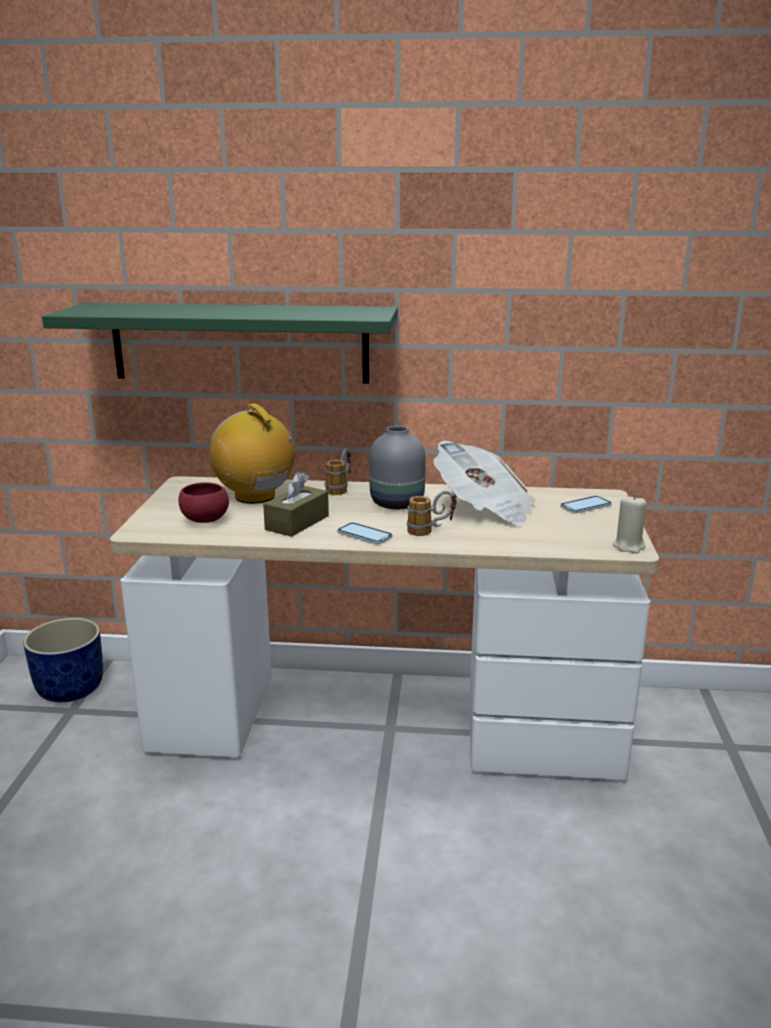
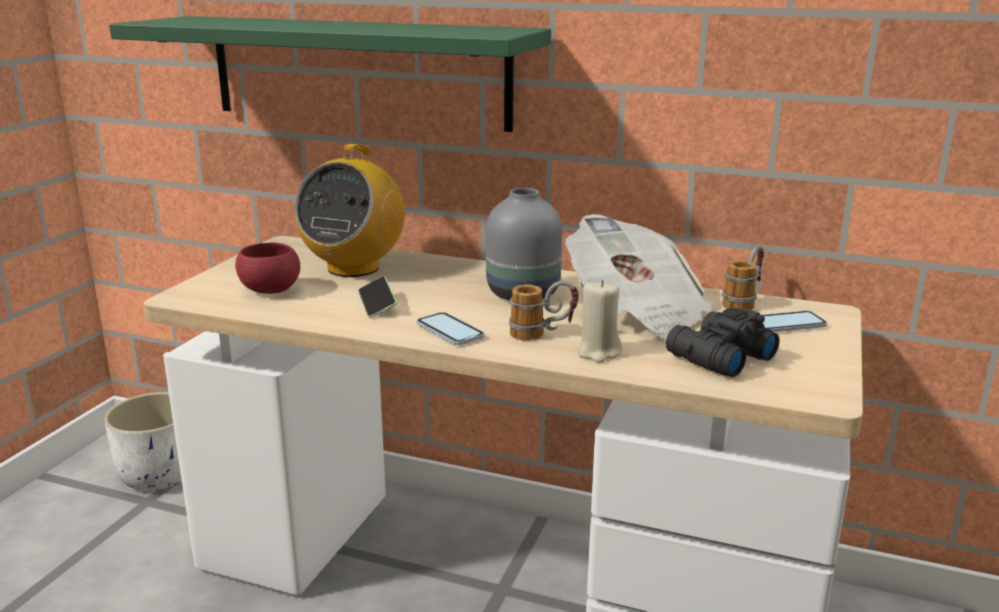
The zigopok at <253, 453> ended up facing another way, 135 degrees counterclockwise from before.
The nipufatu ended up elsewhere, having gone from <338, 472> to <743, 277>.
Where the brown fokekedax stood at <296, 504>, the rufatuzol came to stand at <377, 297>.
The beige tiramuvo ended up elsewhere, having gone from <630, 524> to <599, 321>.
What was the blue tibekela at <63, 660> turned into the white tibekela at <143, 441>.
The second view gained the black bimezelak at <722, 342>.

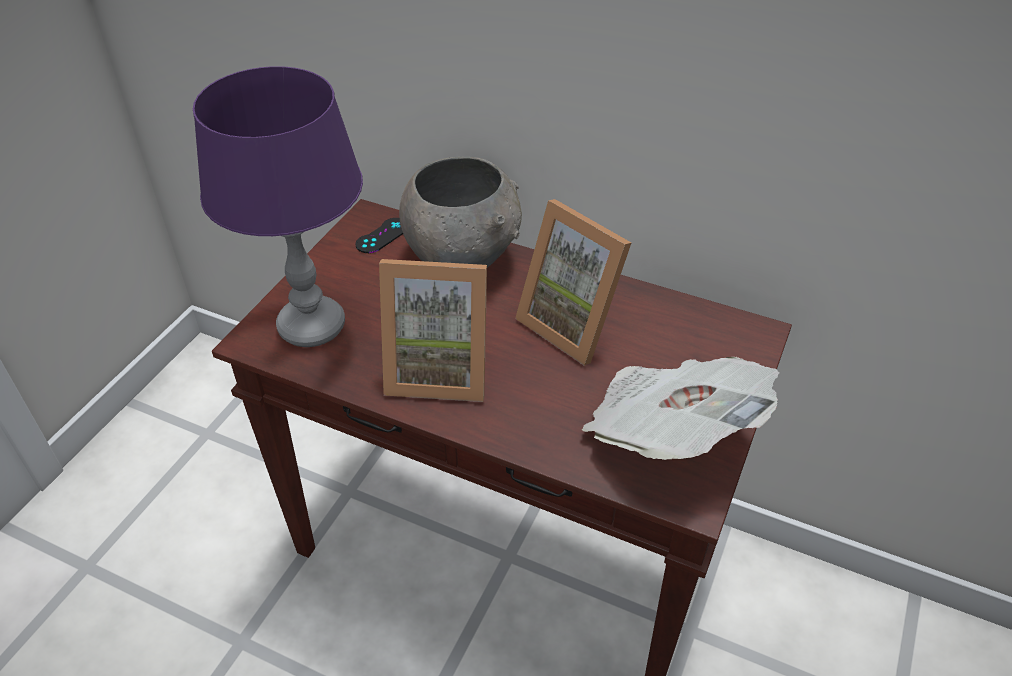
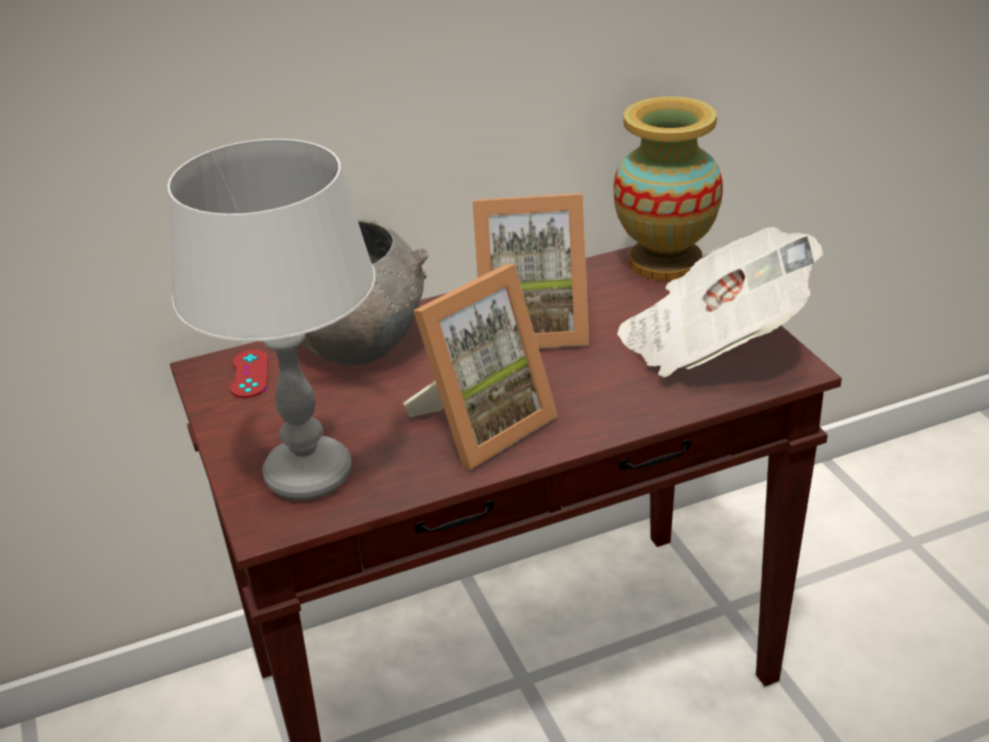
What was the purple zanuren at <278, 206> turned into the grey zanuren at <271, 319>.
What was the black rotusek at <379, 235> turned into the red rotusek at <249, 374>.
The second view gained the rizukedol at <668, 188>.

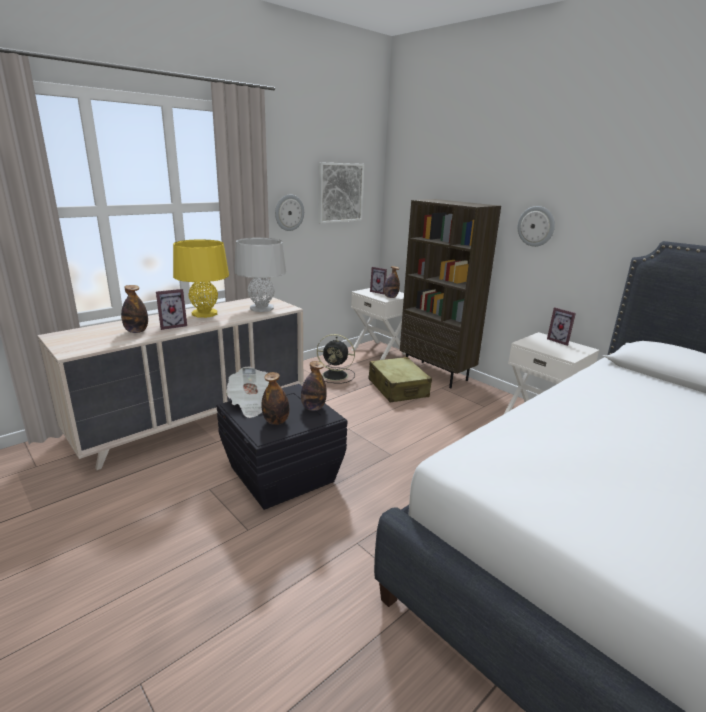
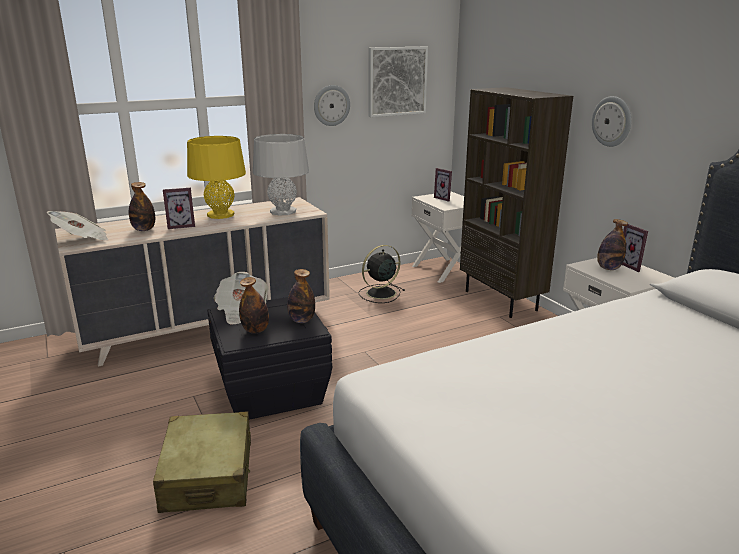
The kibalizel ended up elsewhere, having gone from <392, 282> to <612, 244>.
The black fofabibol at <336, 358> ended up facing another way, 120 degrees clockwise from before.
The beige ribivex ended up elsewhere, having gone from <400, 379> to <202, 462>.
The second view gained the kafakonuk at <77, 226>.

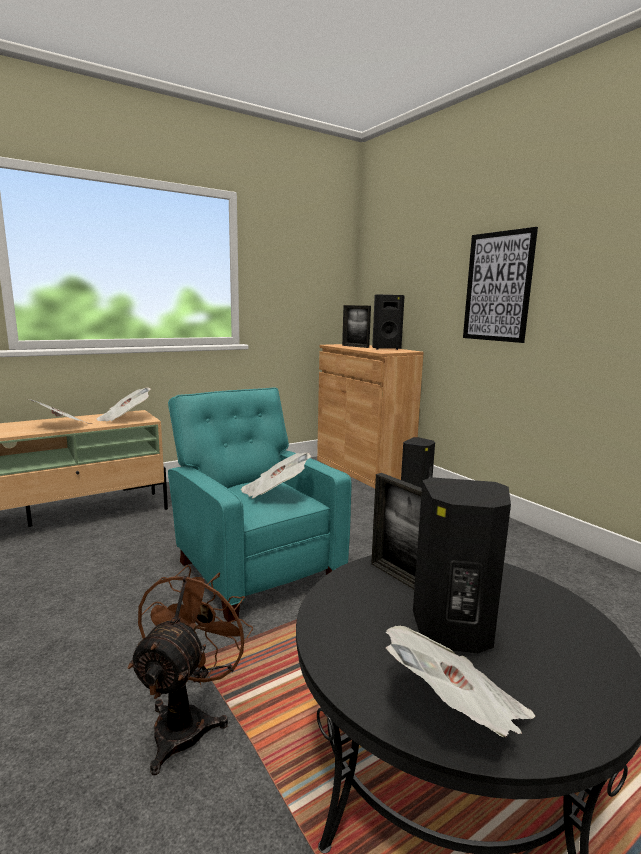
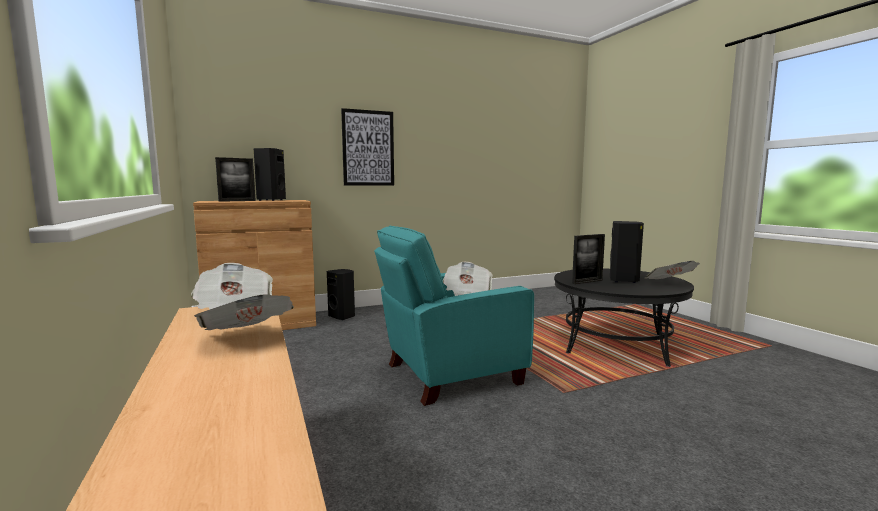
The second view lost the brown fofabibol at <190, 670>.

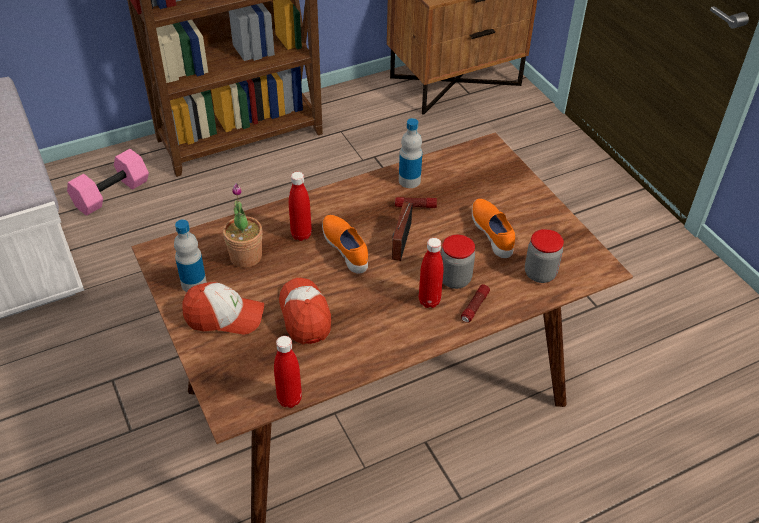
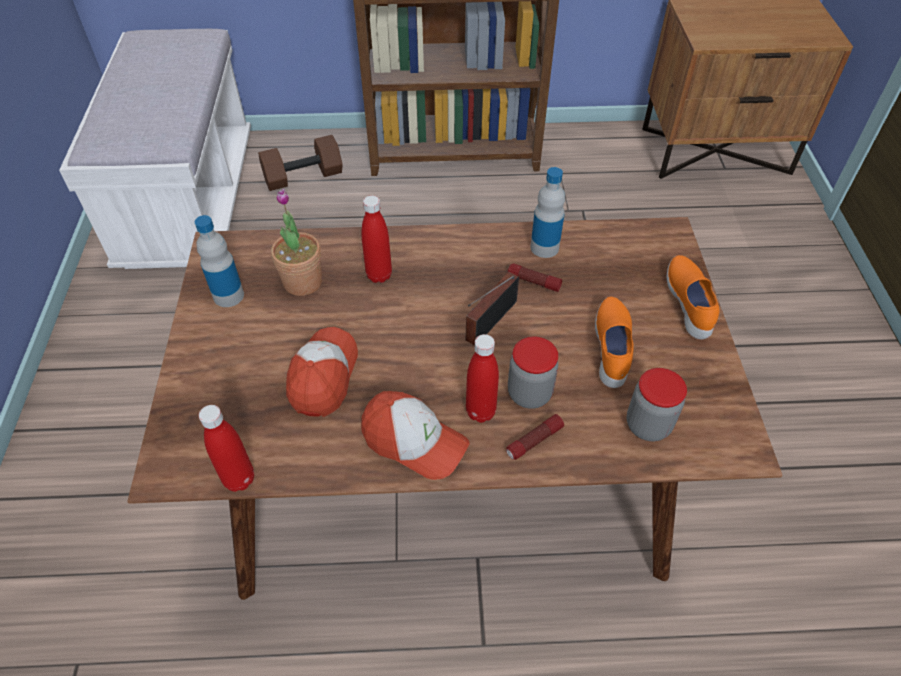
What was the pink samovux at <108, 182> turned into the brown samovux at <300, 163>.
The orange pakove ended up elsewhere, having gone from <345, 244> to <693, 297>.
The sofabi ended up elsewhere, having gone from <223, 308> to <415, 435>.

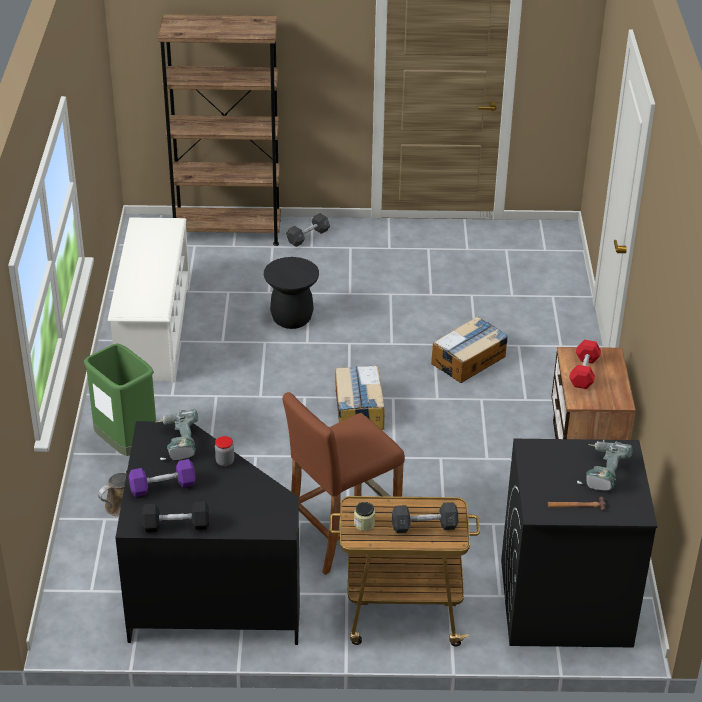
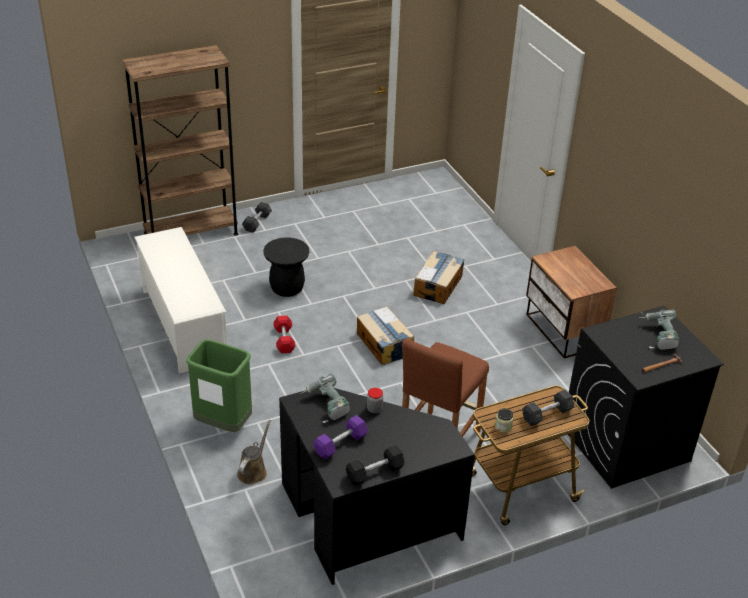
The red samovux ended up elsewhere, having gone from <585, 364> to <284, 334>.

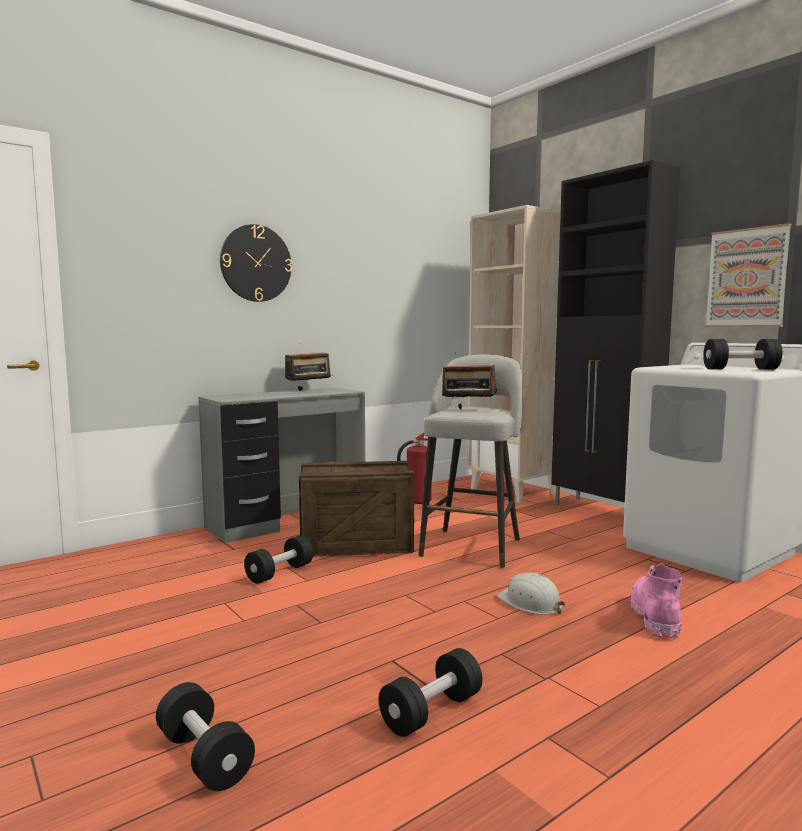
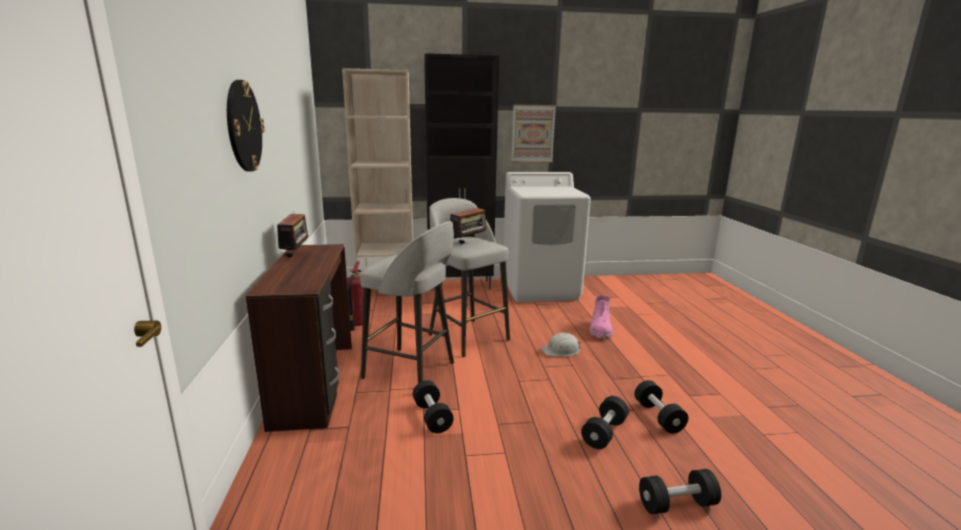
The black samovux ended up elsewhere, having gone from <743, 354> to <605, 422>.
What was the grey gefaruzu at <281, 465> turned into the brown gefaruzu at <299, 338>.
Where the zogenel stood at <356, 509>, the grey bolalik came to stand at <407, 302>.
The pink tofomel at <656, 600> ended up facing another way, 120 degrees counterclockwise from before.

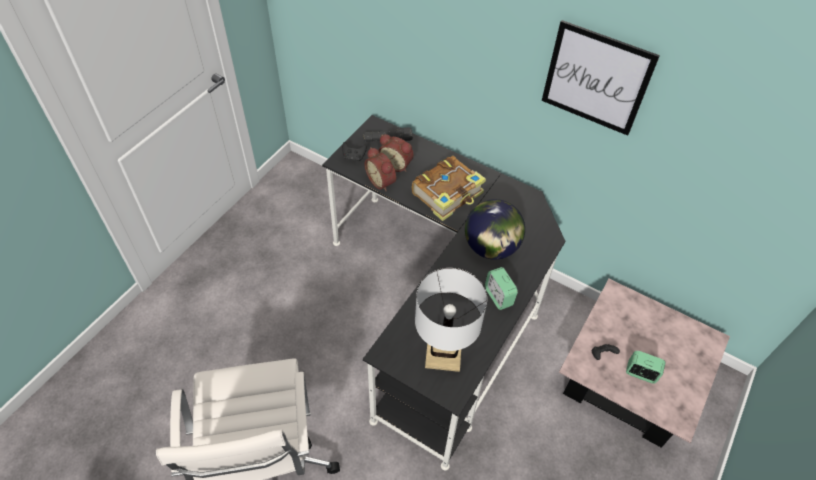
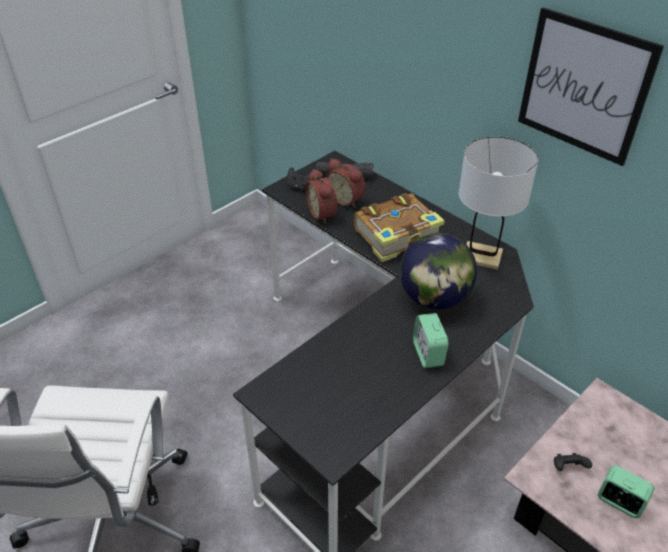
The white zanuren ended up elsewhere, having gone from <451, 320> to <498, 203>.

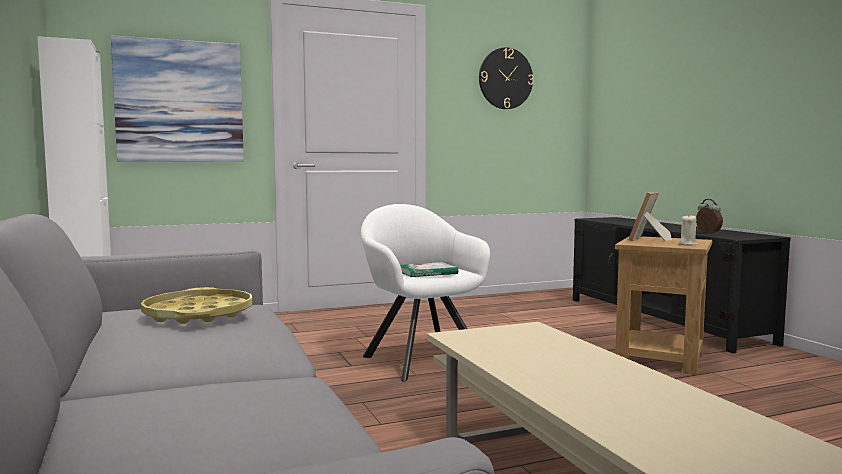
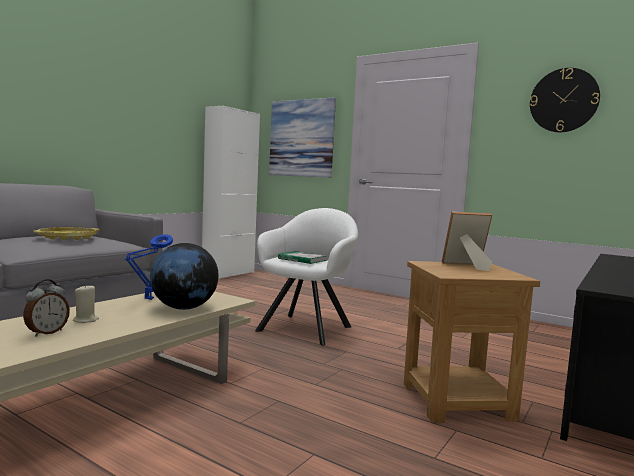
The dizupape ended up elsewhere, having gone from <709, 216> to <46, 308>.
The beige tiramuvo ended up elsewhere, having gone from <687, 230> to <86, 303>.
The second view gained the blue zanuren at <149, 267>.
The second view gained the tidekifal at <184, 276>.

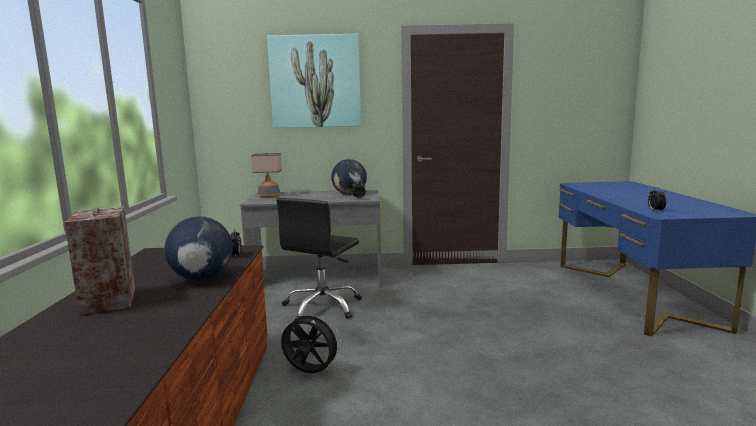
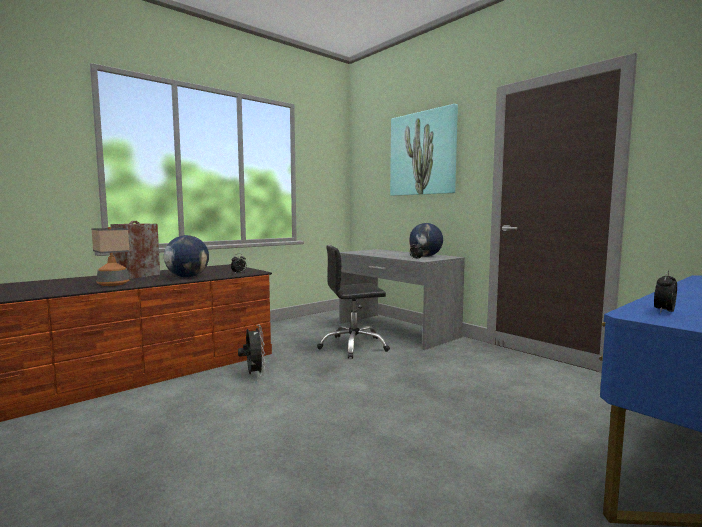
The zanuren ended up elsewhere, having gone from <266, 175> to <110, 256>.

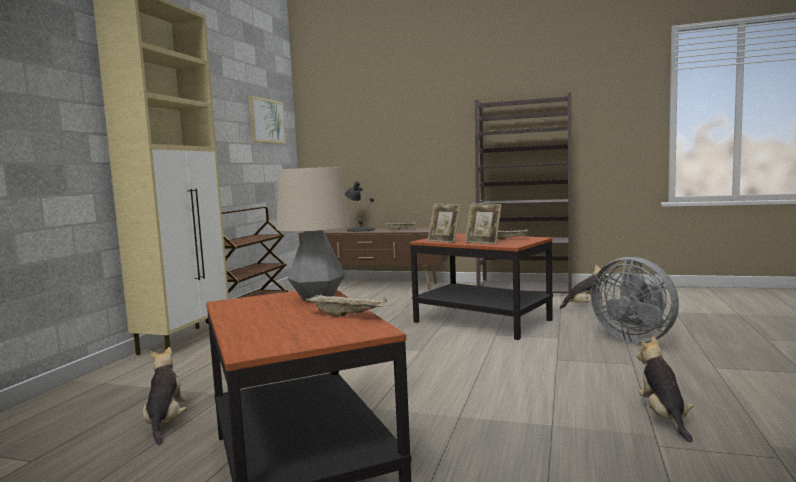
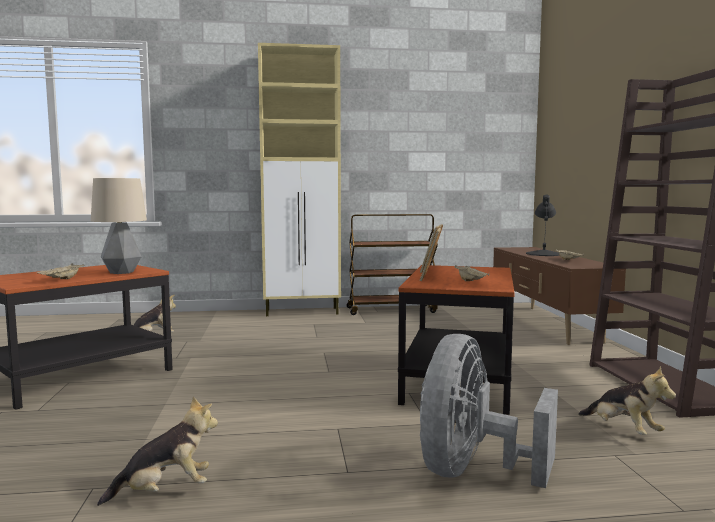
The second view lost the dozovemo at <267, 120>.

